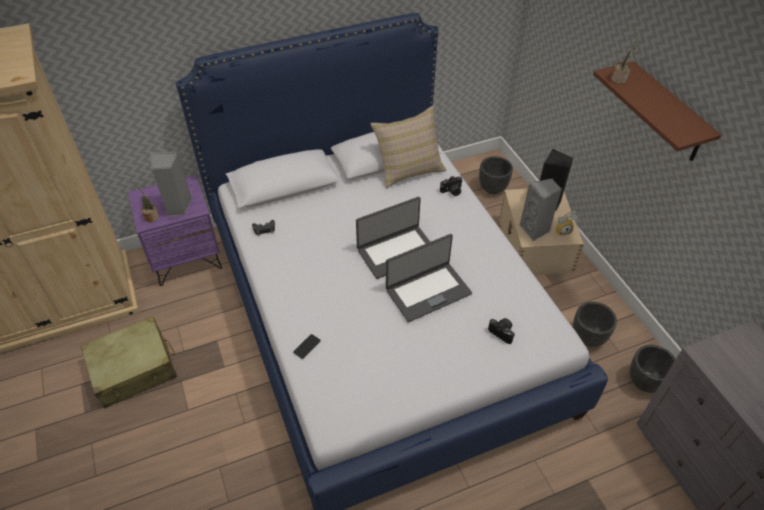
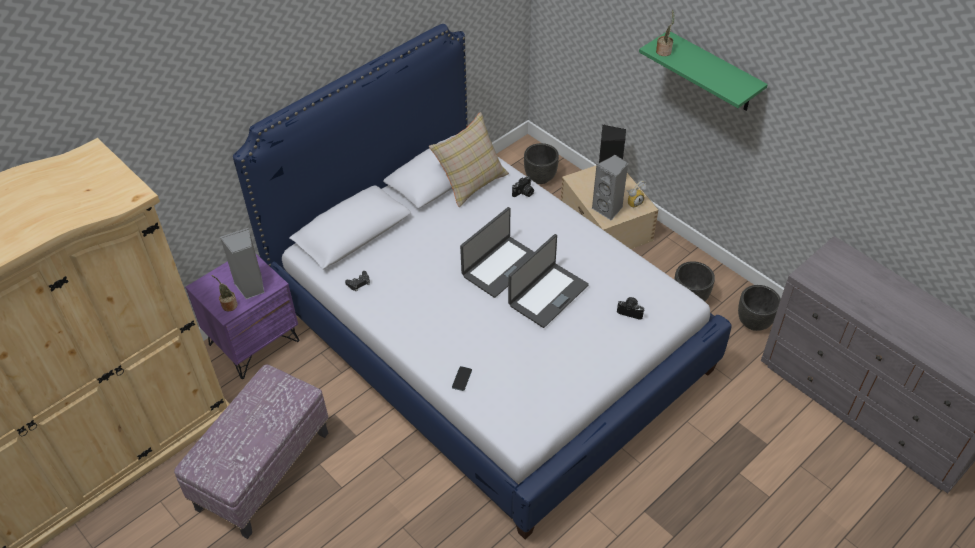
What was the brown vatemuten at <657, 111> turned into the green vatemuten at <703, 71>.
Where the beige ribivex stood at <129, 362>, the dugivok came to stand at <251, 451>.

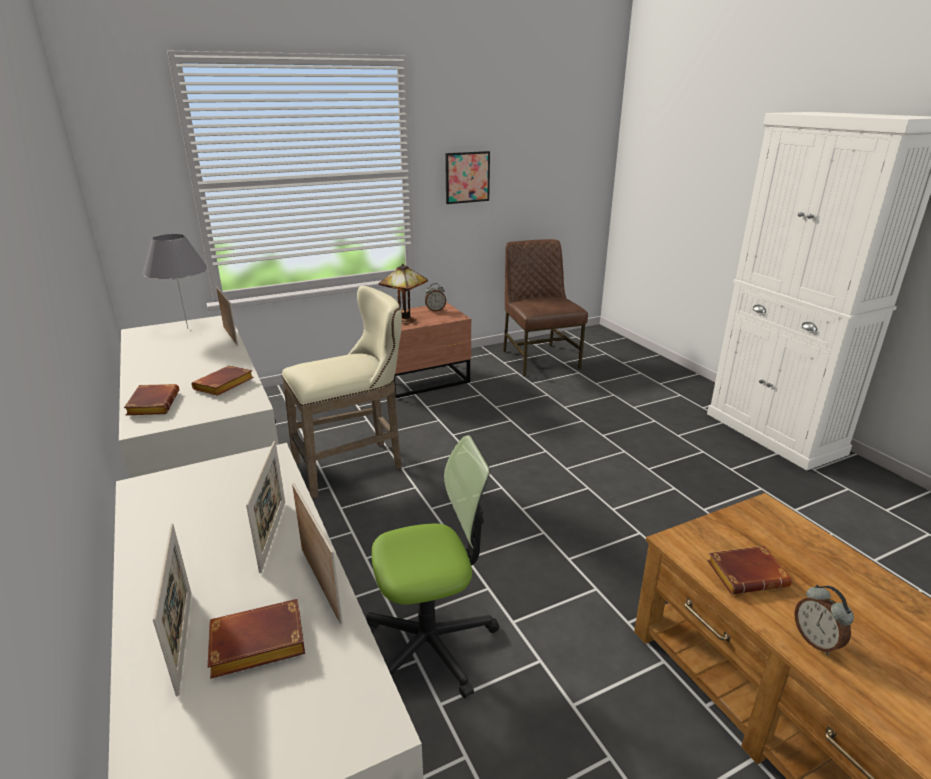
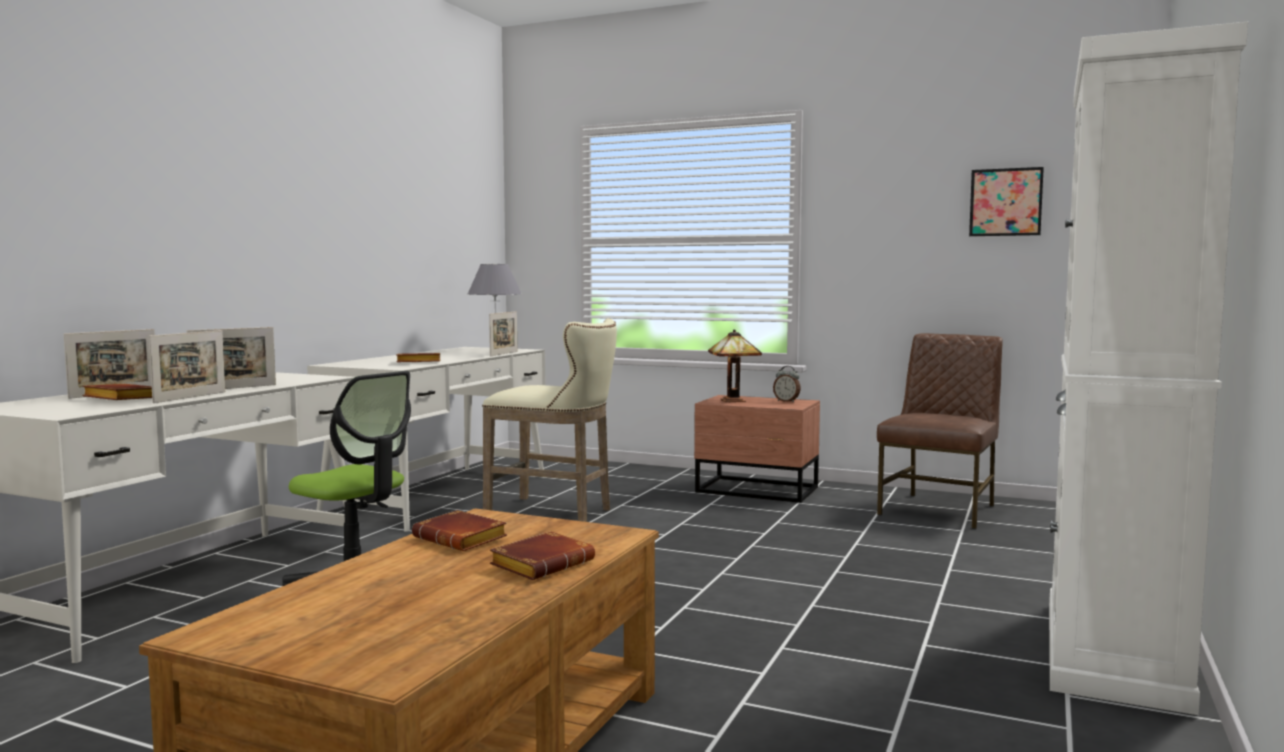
The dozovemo ended up elsewhere, having gone from <467, 177> to <1006, 201>.
The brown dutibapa ended up elsewhere, having gone from <151, 399> to <542, 556>.
The second view lost the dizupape at <824, 620>.

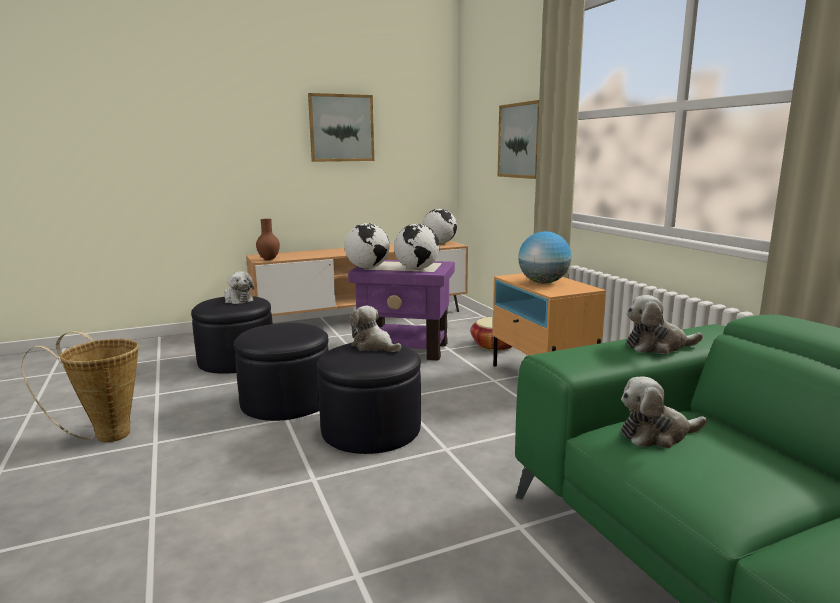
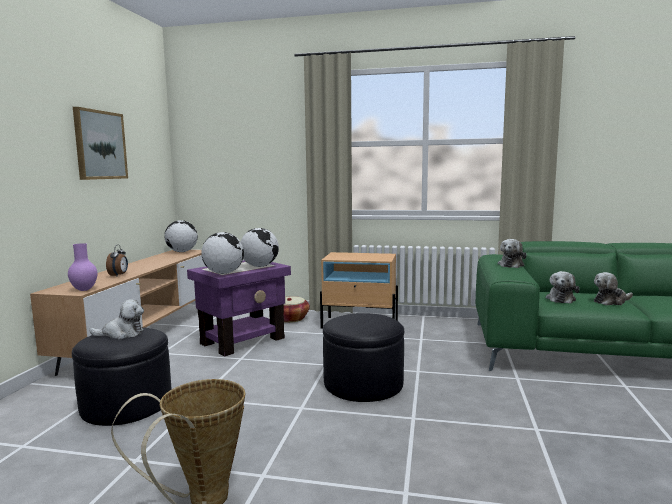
The second view lost the dozovemo at <518, 139>.
What was the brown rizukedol at <268, 239> turned into the purple rizukedol at <82, 267>.
The second view lost the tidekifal at <544, 257>.
The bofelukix ended up elsewhere, having gone from <375, 328> to <613, 288>.
The second view lost the black dugivok at <281, 372>.
The second view gained the dizupape at <117, 261>.

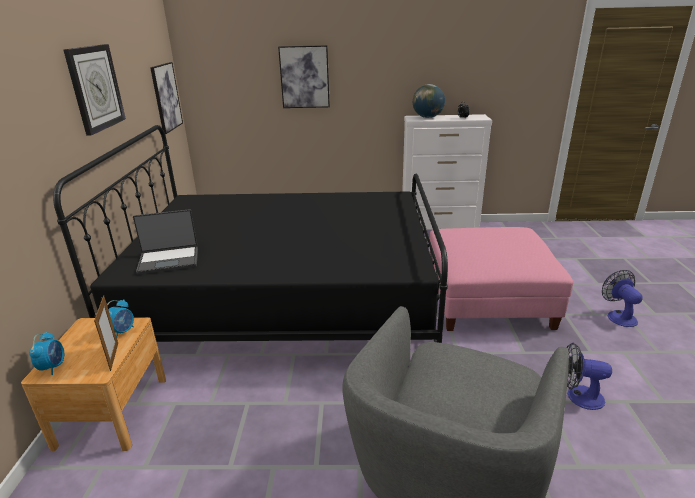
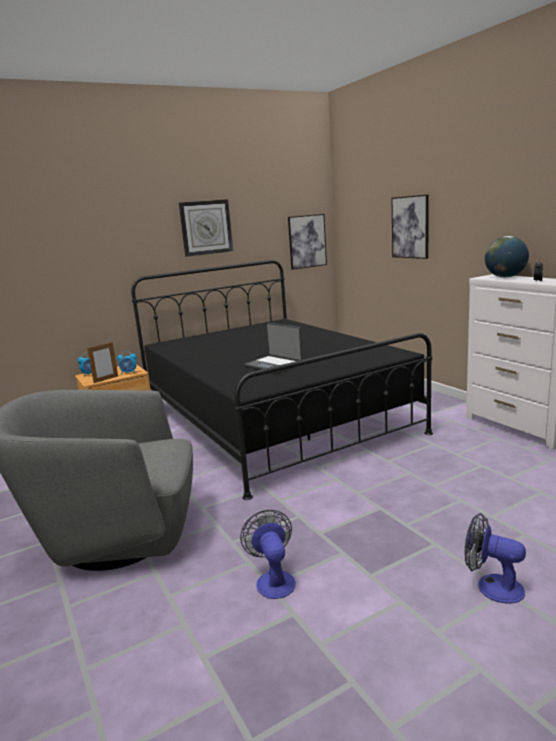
The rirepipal ended up elsewhere, having gone from <165, 241> to <273, 348>.
The second view lost the pink dugivok at <501, 279>.
The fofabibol at <622, 298> ended up facing another way, 105 degrees counterclockwise from before.

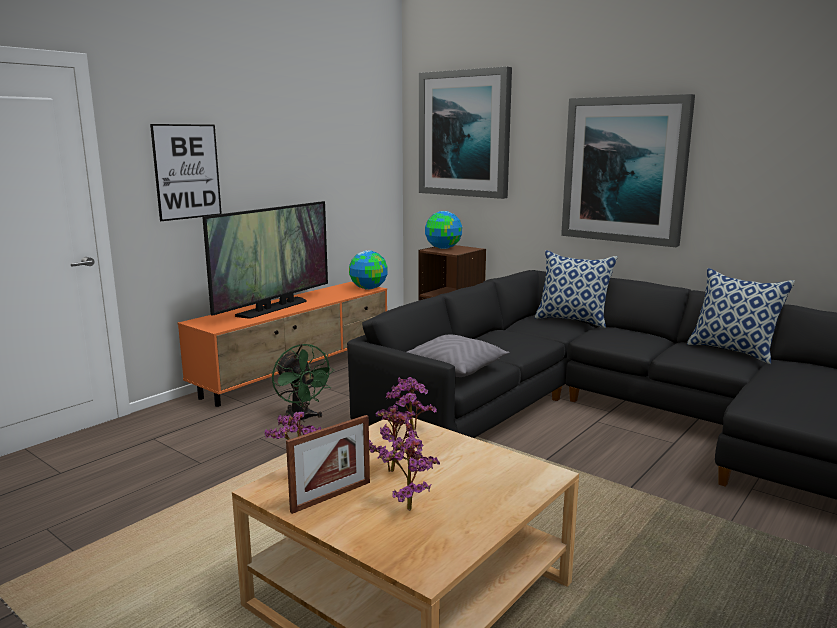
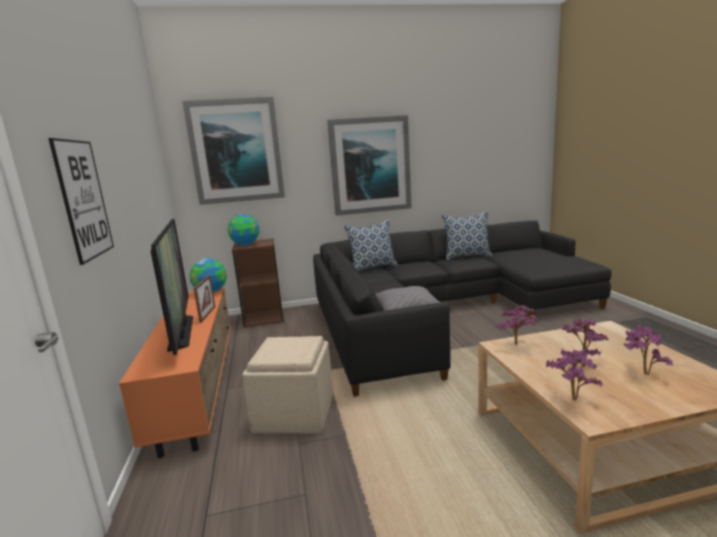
Where the green fofabibol stood at <303, 385>, the beige dugivok came to stand at <287, 384>.
The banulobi ended up elsewhere, having gone from <328, 464> to <204, 299>.

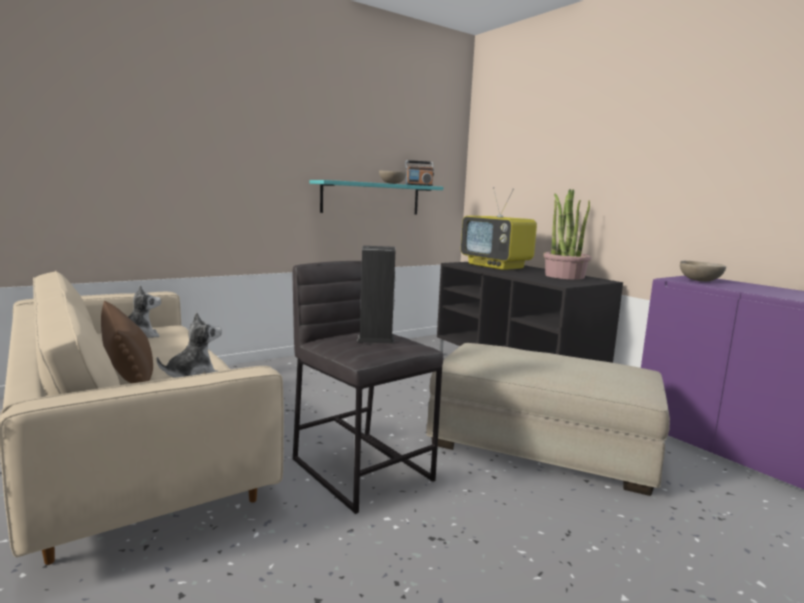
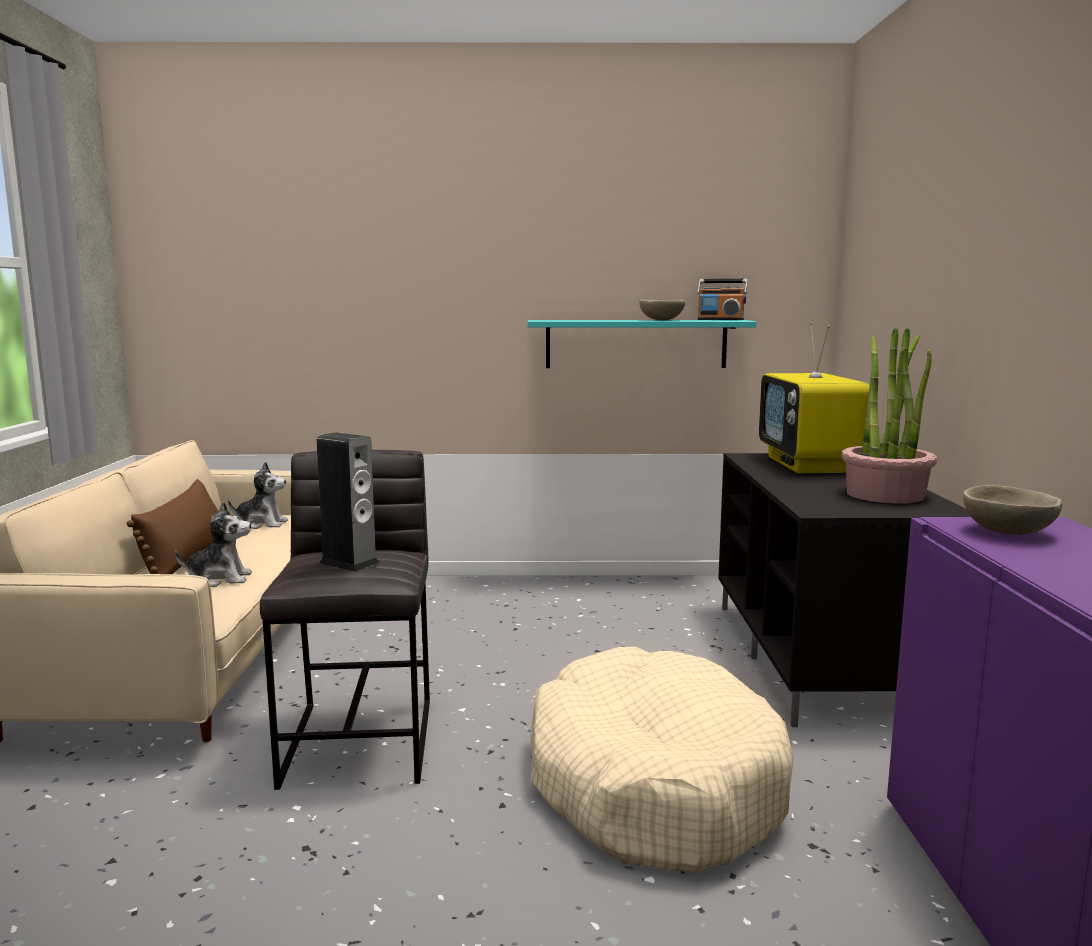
Where the beige dugivok stood at <548, 419>, the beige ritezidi came to stand at <662, 760>.

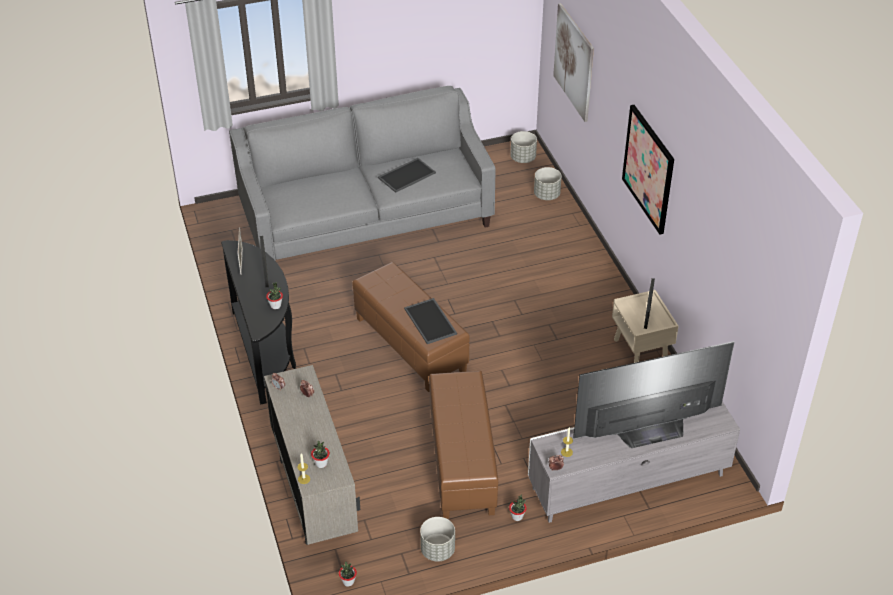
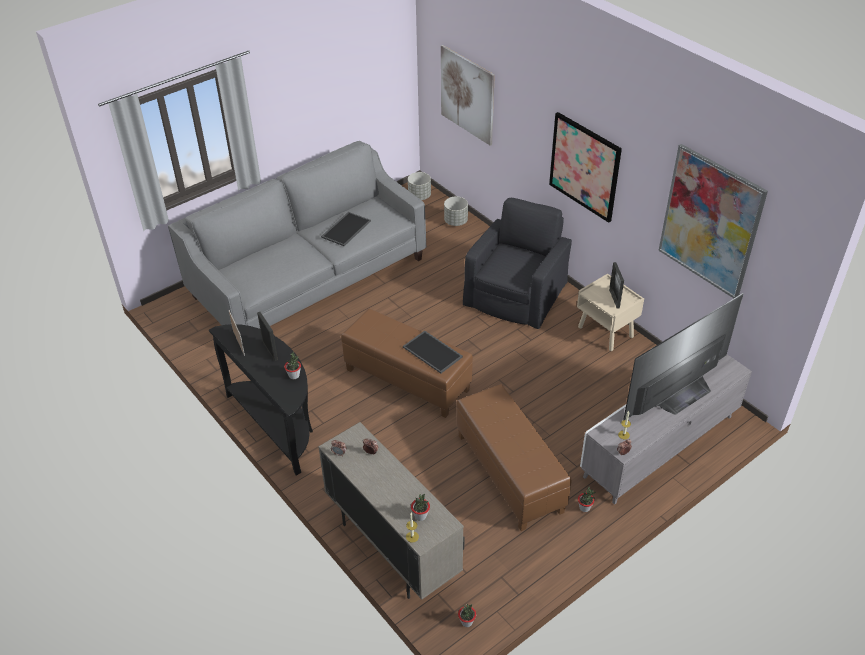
The second view lost the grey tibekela at <437, 539>.
The second view gained the dozovemo at <713, 221>.
The second view gained the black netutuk at <517, 263>.

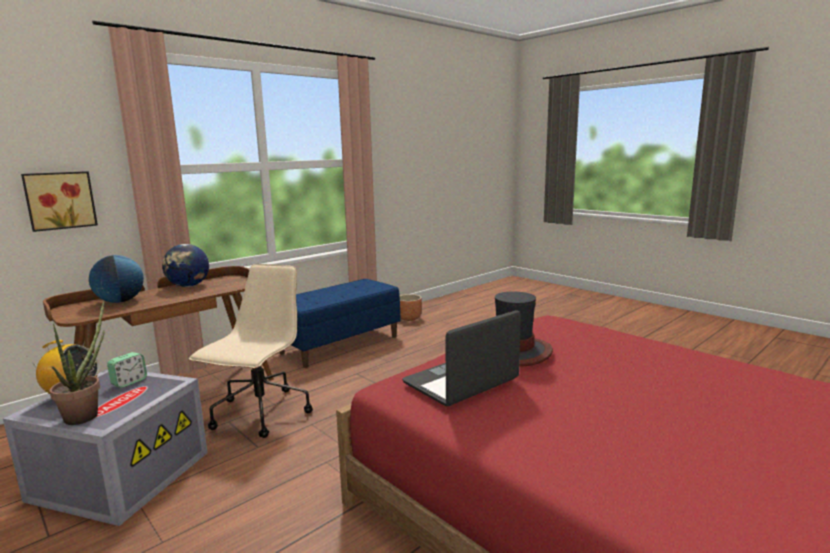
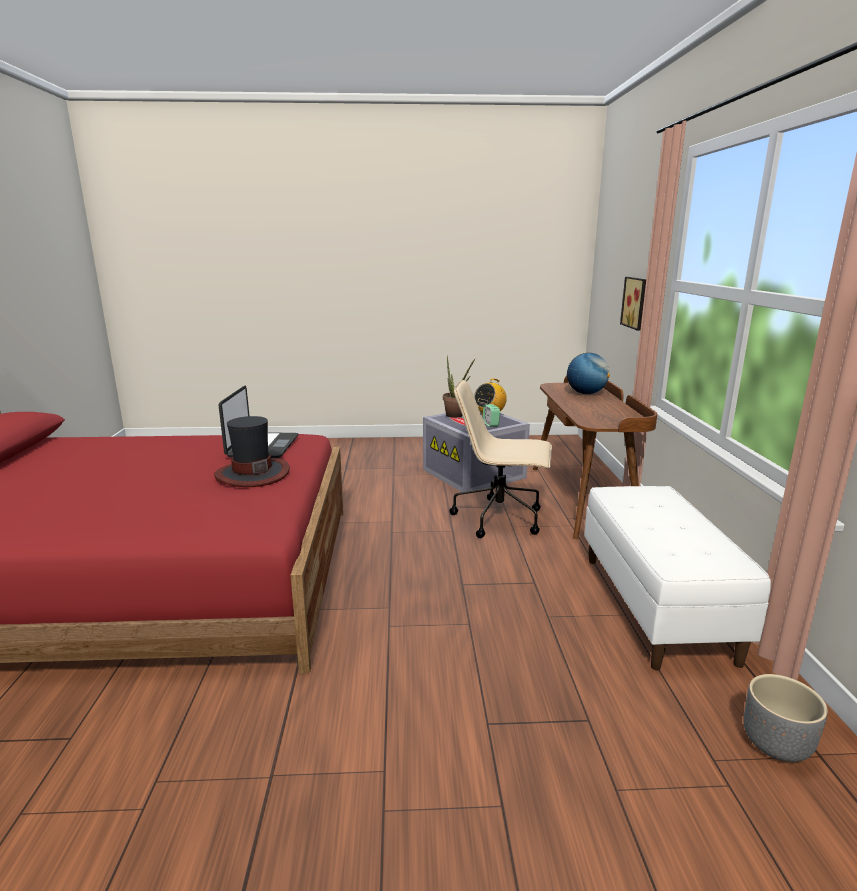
The second view lost the tidekifal at <185, 265>.
The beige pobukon at <251, 351> ended up facing another way, 135 degrees clockwise from before.
What was the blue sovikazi at <339, 323> turned into the white sovikazi at <677, 578>.
What was the brown tibekela at <411, 307> turned into the grey tibekela at <786, 718>.

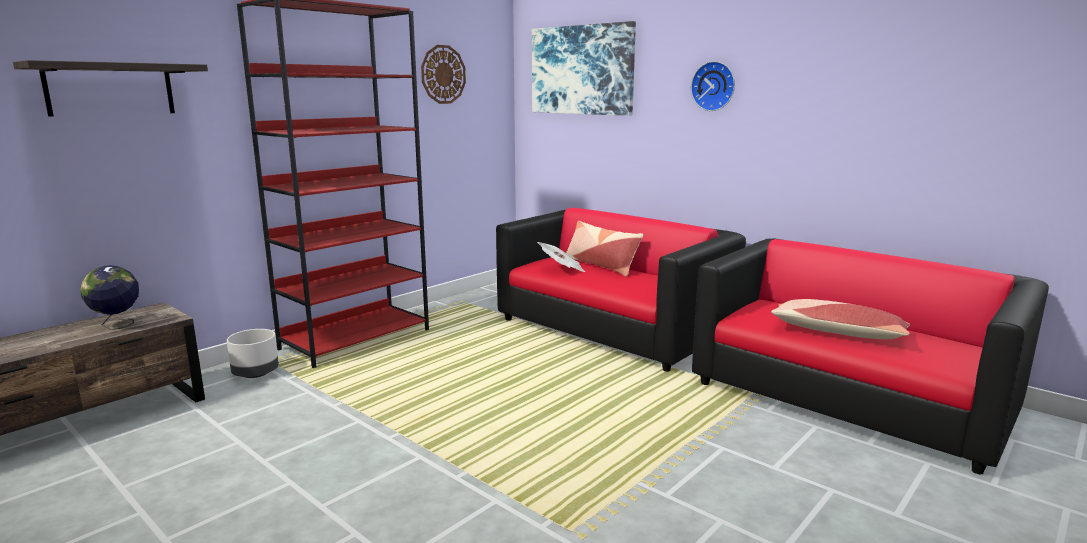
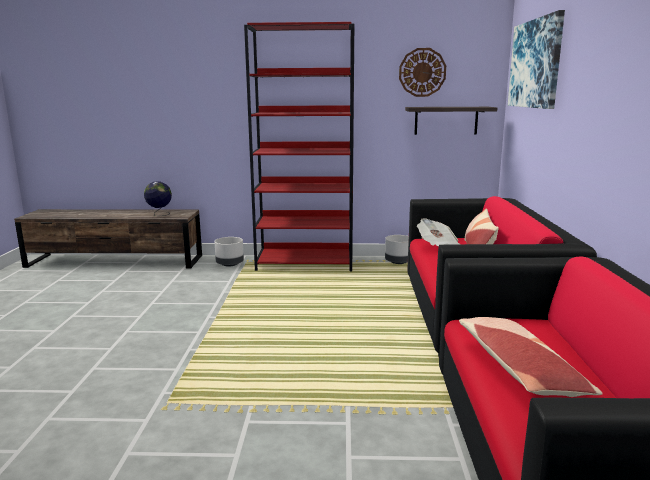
The vatemuten ended up elsewhere, having gone from <110, 88> to <451, 121>.
The second view lost the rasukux at <713, 86>.
The second view gained the grey tibekela at <397, 249>.

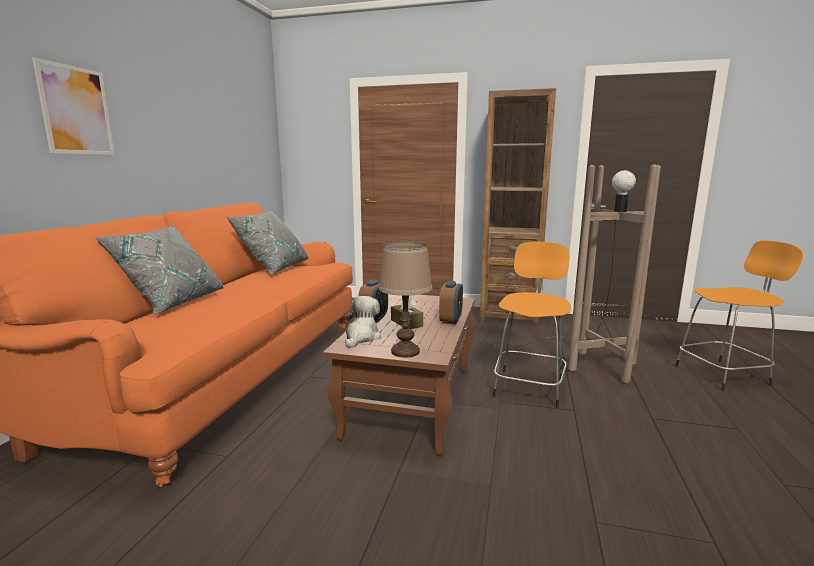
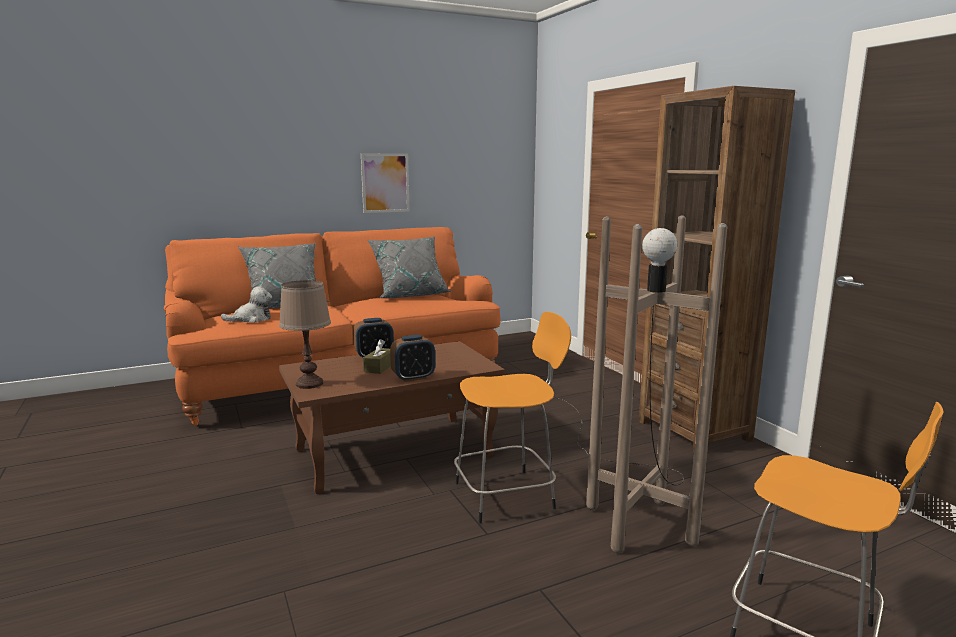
The dozovemo ended up elsewhere, having gone from <73, 106> to <385, 183>.
The bofelukix ended up elsewhere, having gone from <363, 322> to <246, 304>.

